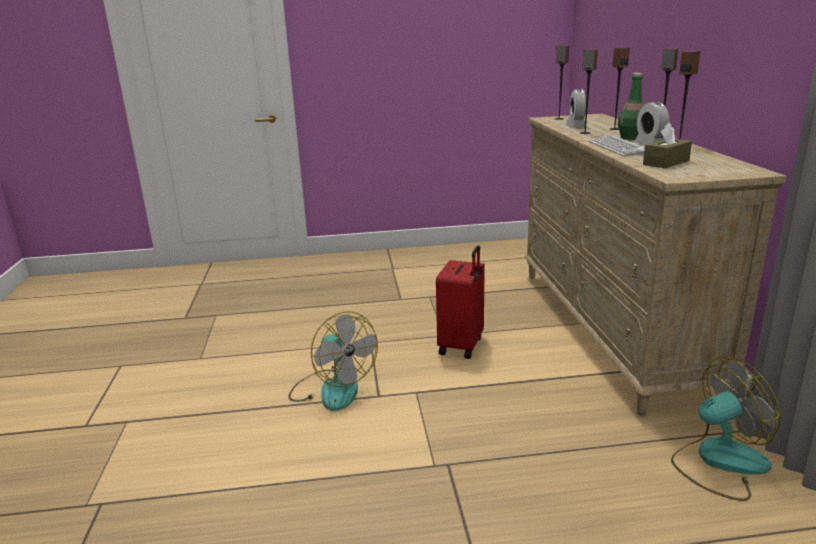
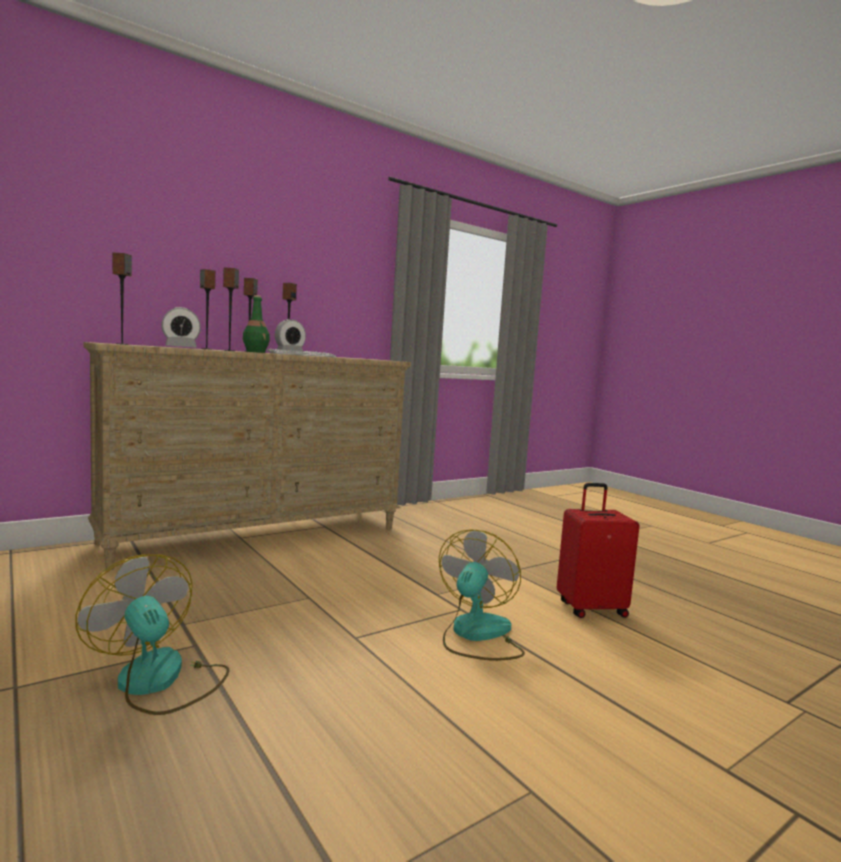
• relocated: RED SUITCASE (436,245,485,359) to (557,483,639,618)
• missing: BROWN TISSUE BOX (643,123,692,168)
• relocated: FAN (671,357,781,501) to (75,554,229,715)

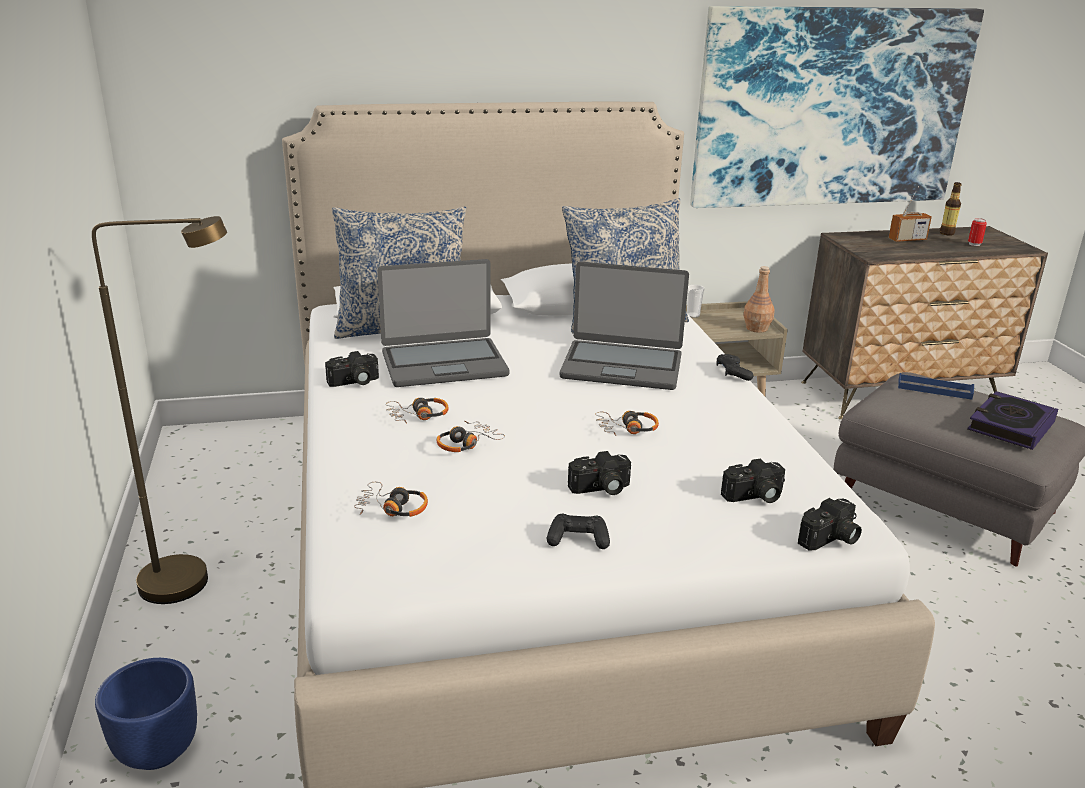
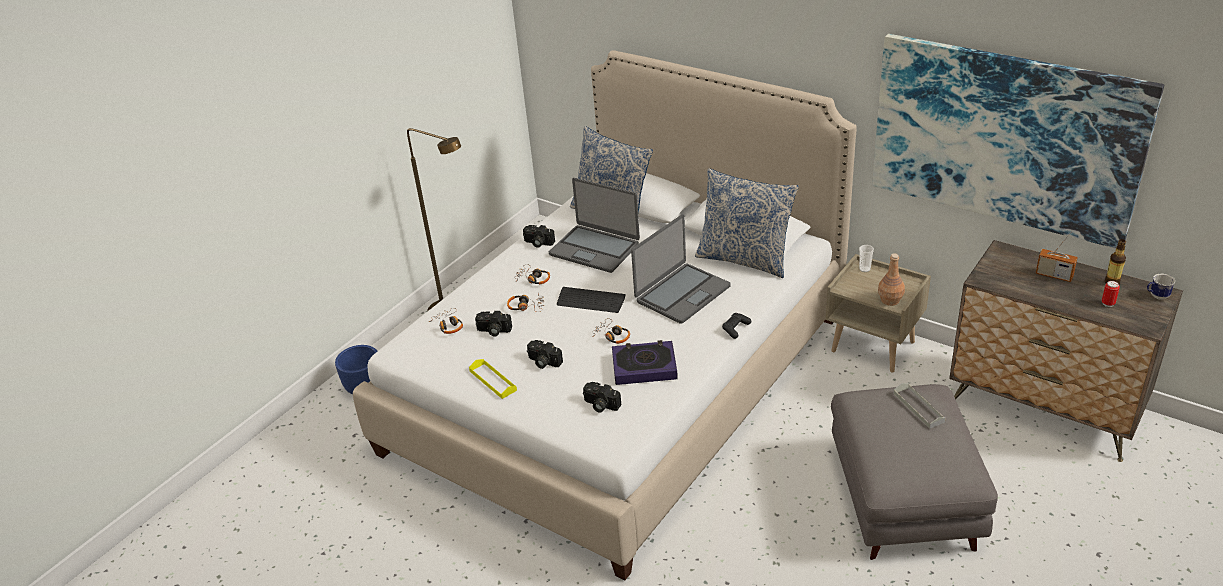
• exchanged: BLACK GAME CONTROLLER (547,514,610,549) to YELLOW TRAY (469,359,517,399)
• spun: LAPTOP (560,262,689,390) = (631,214,731,324) 105 degrees counterclockwise
• relocated: PHOTO CAMERA (798,498,862,551) to (475,311,512,337)
• colour: BLUE TRAY (898,373,974,400) to GREY TRAY (893,383,946,429)
• relocated: BOOK (967,391,1058,450) to (612,340,678,385)
• appeared: KEYBOARD (557,287,626,313)
• appeared: MUG (1147,274,1175,300)

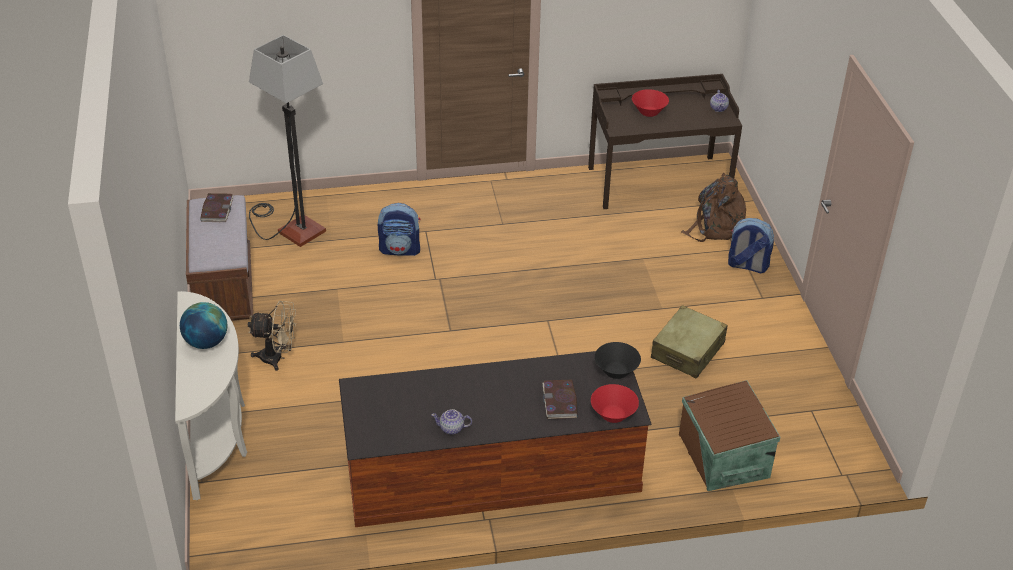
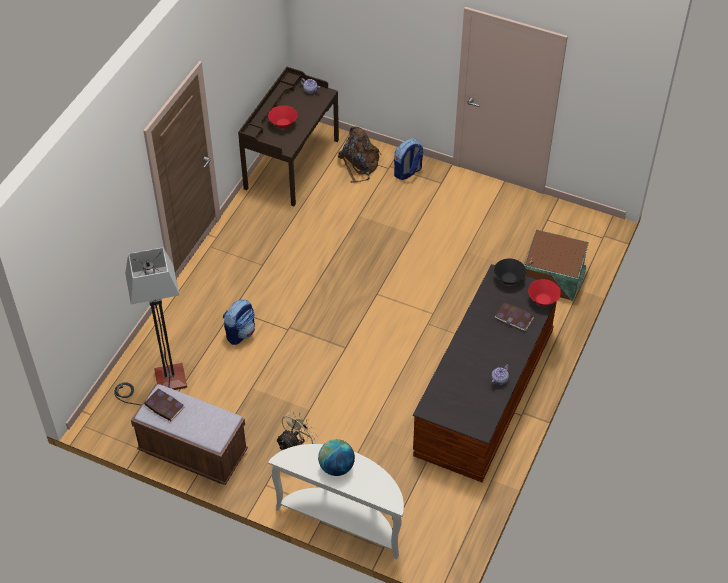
• missing: BEIGE SUITCASE (651,305,728,379)

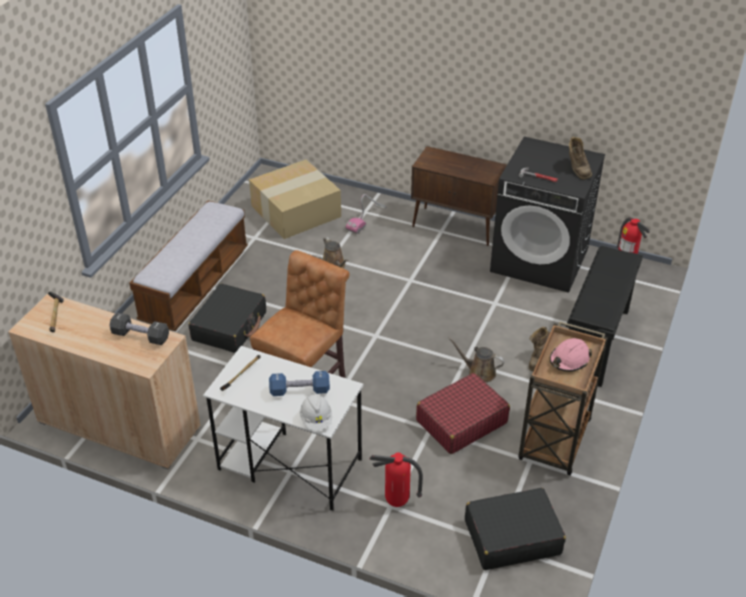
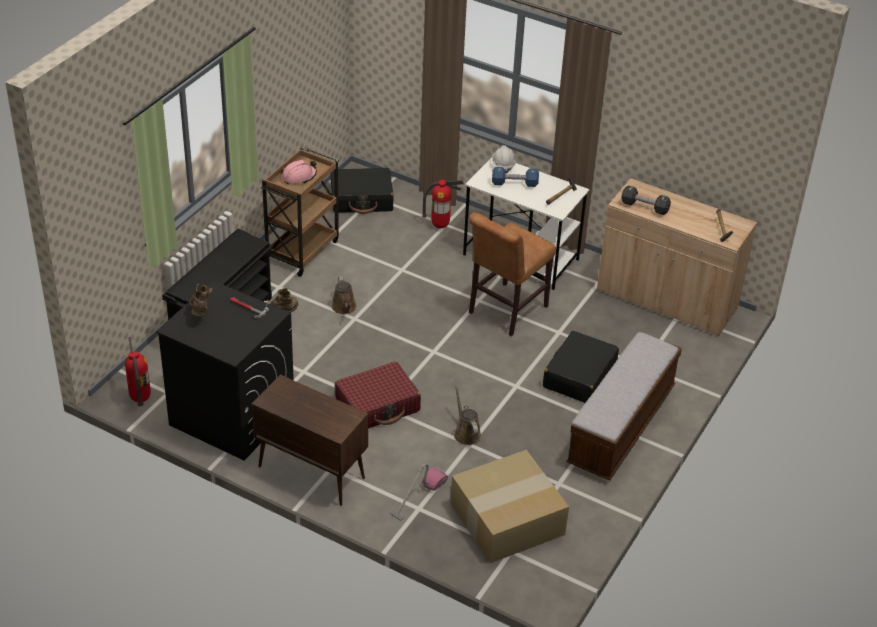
• relocated: RED SUITCASE (416,373,510,454) to (335,361,421,428)
• spun: BROWN WATERING CAN (448,337,505,383) = (331,276,356,314) 45 degrees clockwise

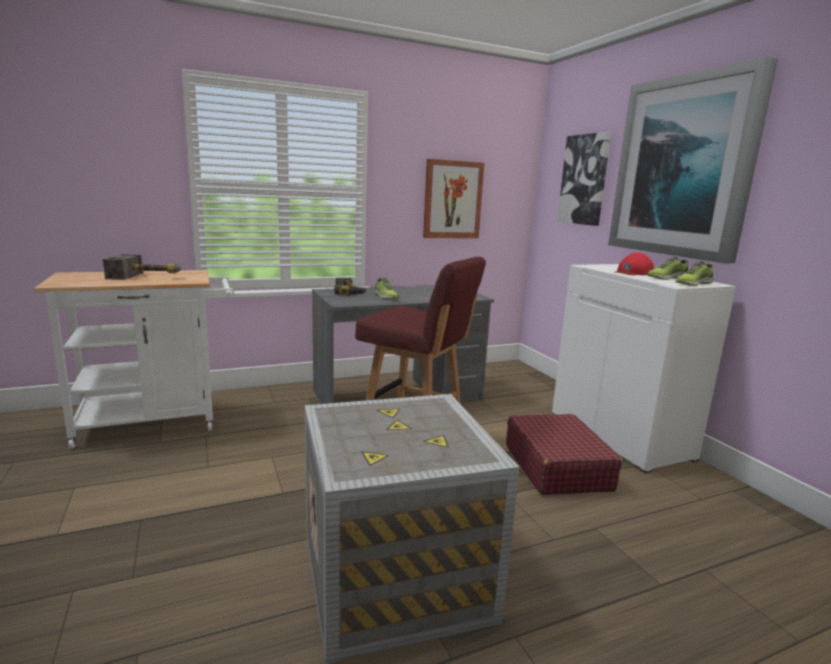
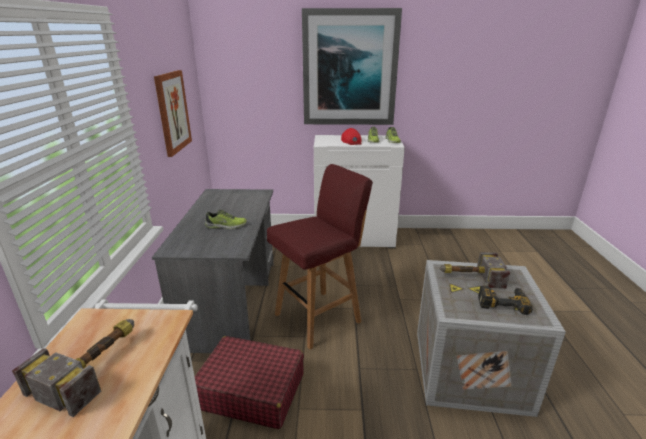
• relocated: POWER DRILL (334,278,367,295) to (478,285,533,315)
• relocated: RED SUITCASE (506,414,622,495) to (195,336,304,429)
• missing: PICTURE (557,132,611,226)
• appeared: HAMMER (439,252,510,288)

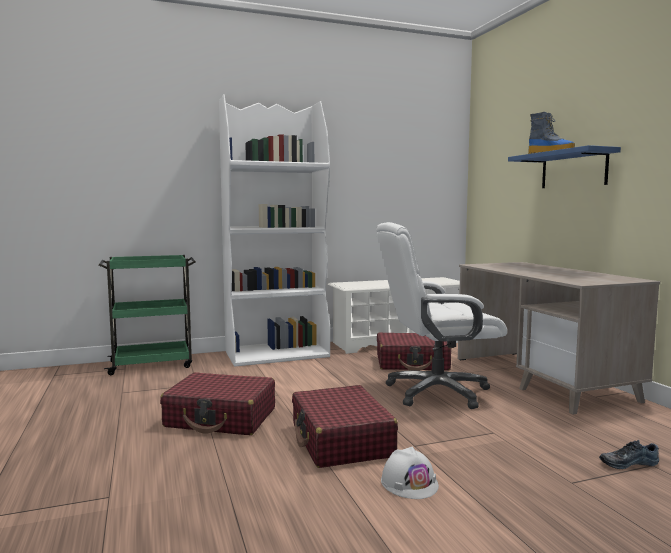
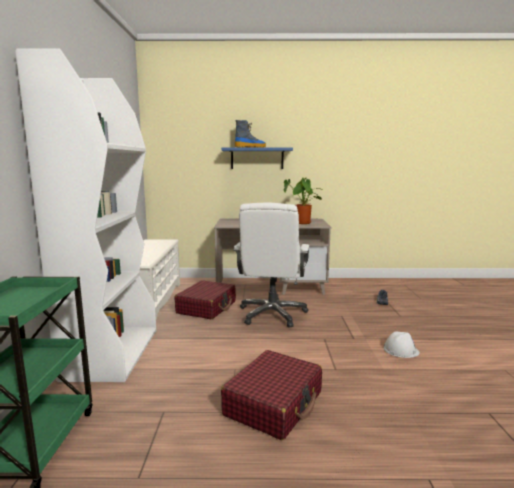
• missing: RED SUITCASE (292,385,398,468)
• appeared: POTTED PLANT (284,178,322,224)

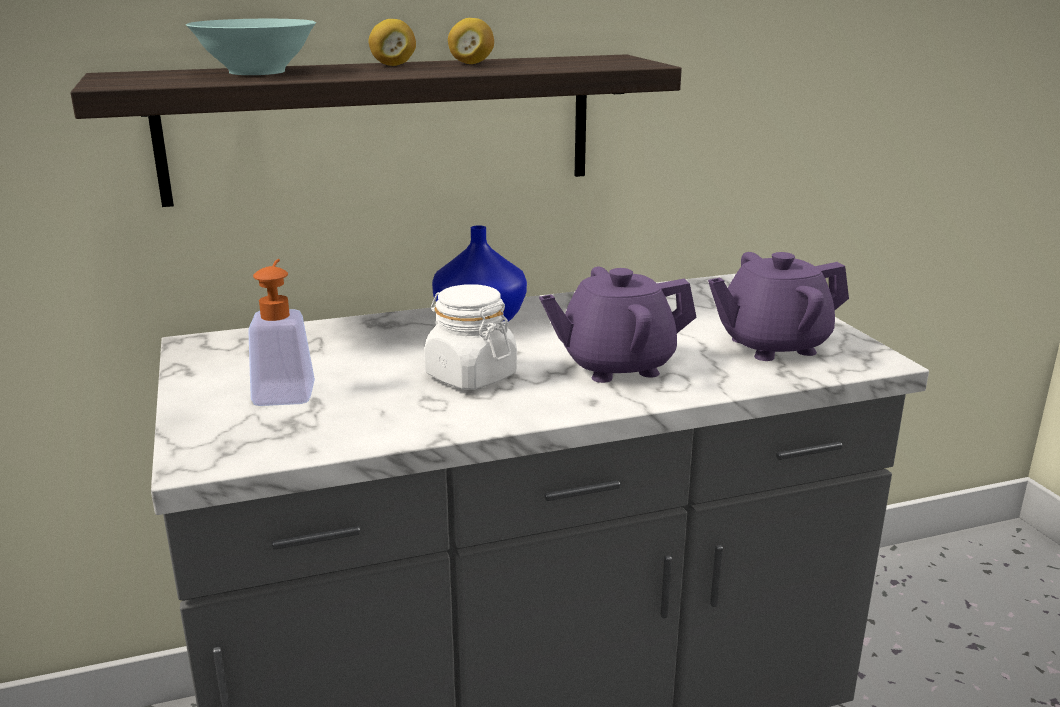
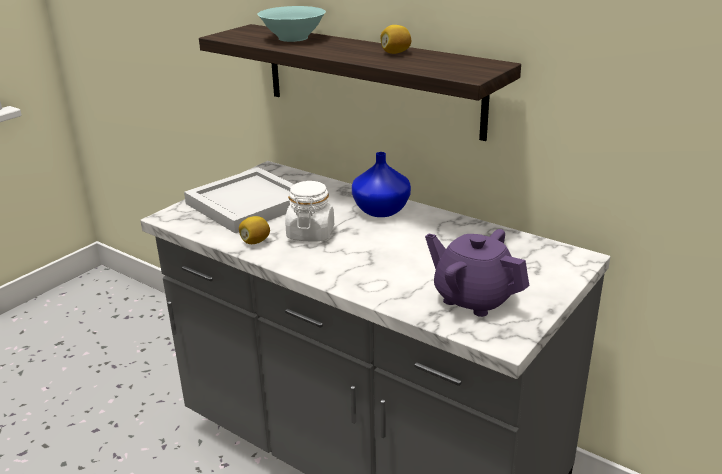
• exchanged: SOAP DISPENSER (248,259,315,406) to WHITE TRAY (184,167,294,233)
• relocated: LEMON (368,19,416,66) to (239,216,270,244)
• missing: PURPLE TEAPOT (539,267,697,383)

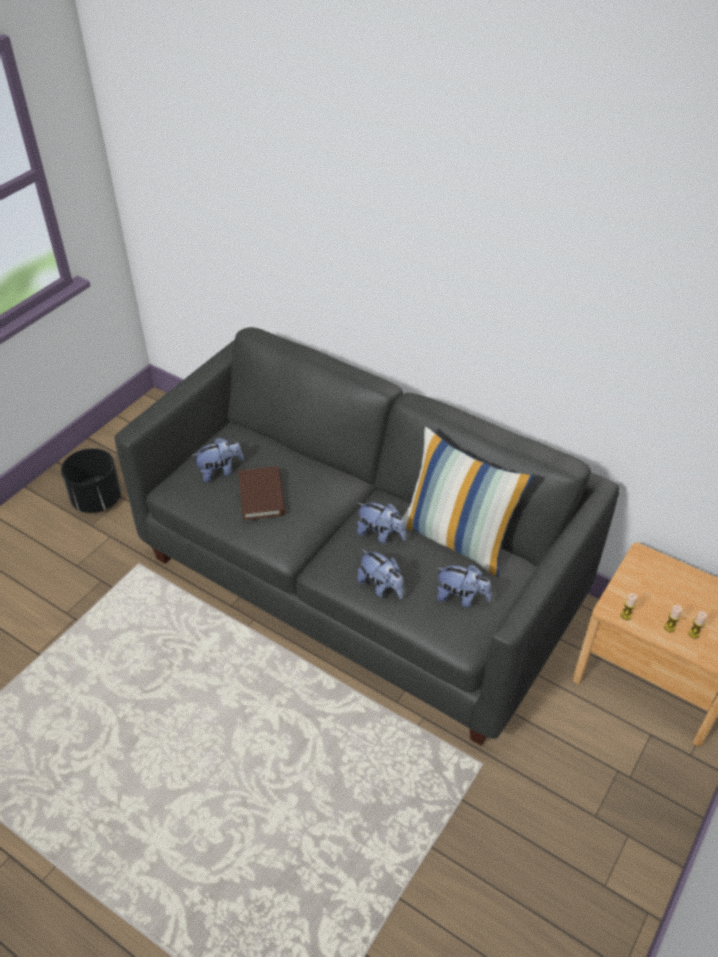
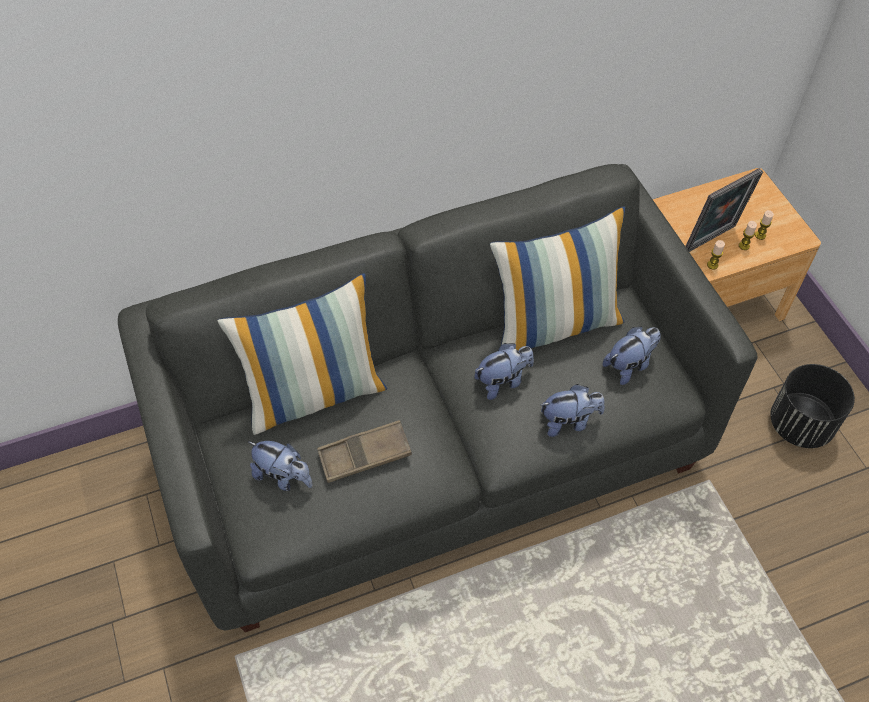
• relocated: BLACK PLANTER (61,448,121,513) to (770,364,855,448)
• spun: PLUSH TOY (192,437,244,482) = (248,441,313,491) 105 degrees clockwise
• exchanged: BROWN BOOK (238,466,286,520) to BROWN TRAY (317,420,412,483)
• appeared: PILLOW (217,273,387,435)
• appeared: PICTURE FRAME (685,168,763,252)

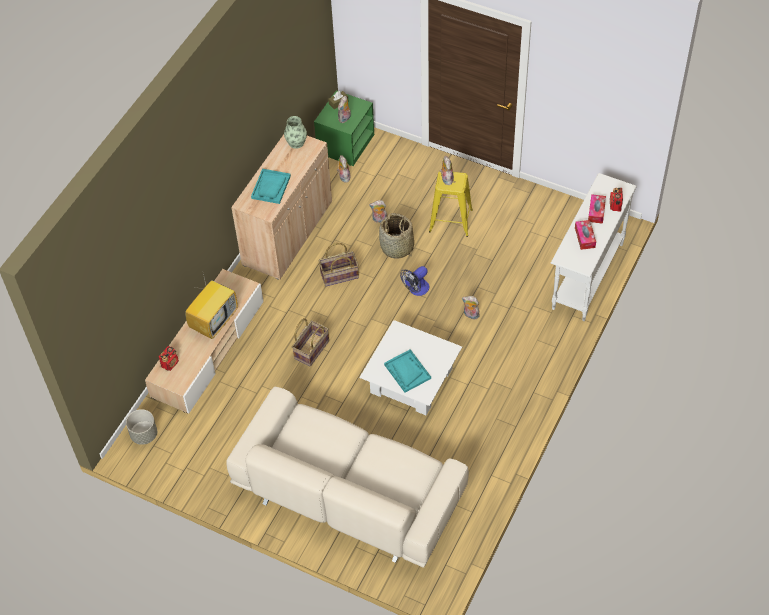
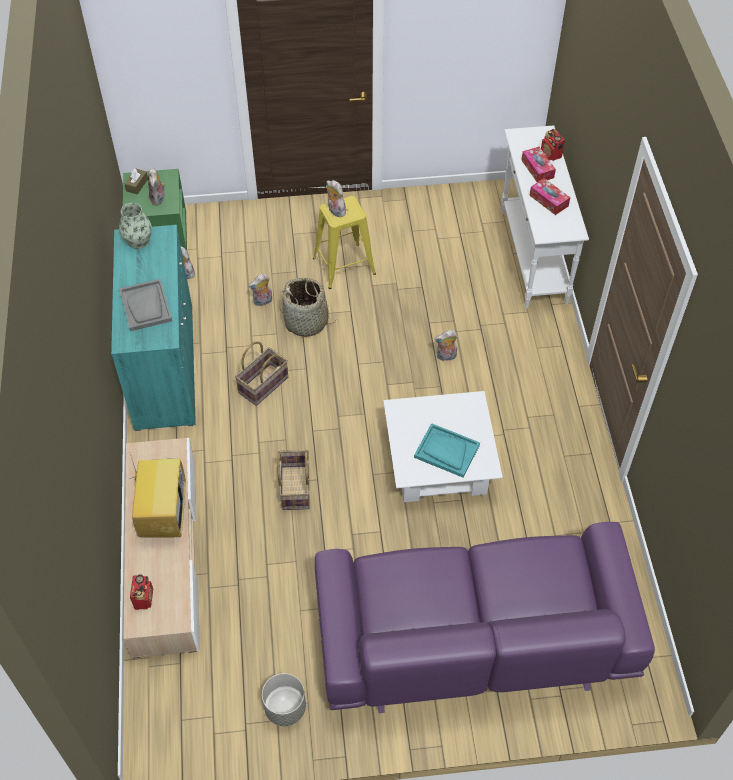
• relocated: GREY PLANTER (126,409,157,445) to (262,673,306,726)
• colour: BEIGE SOFA (226,387,469,568) to PURPLE SOFA (315,522,655,713)
• colour: BEIGE CABINET (231,135,332,280) to TURQUOISE CABINET (111,225,196,431)
• colour: TURQUOISE TRAY (251,169,291,204) to GREY TRAY (119,279,172,331)
• missing: FAN (400,266,429,296)

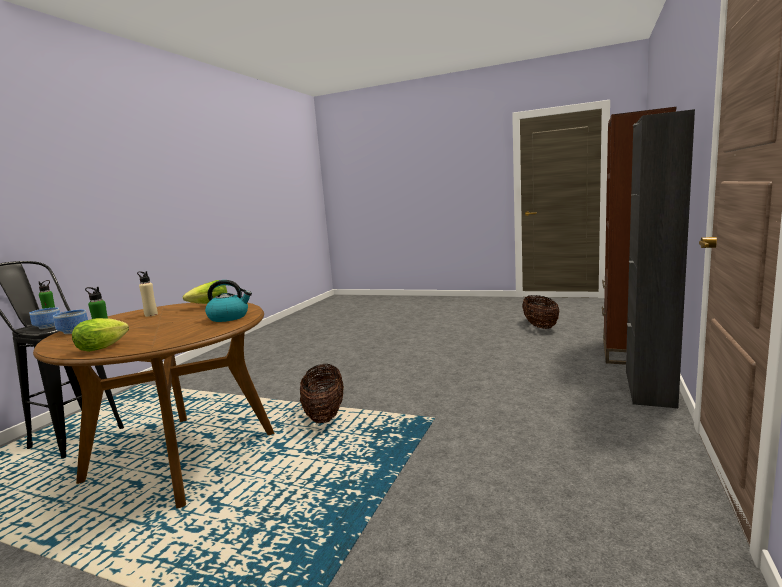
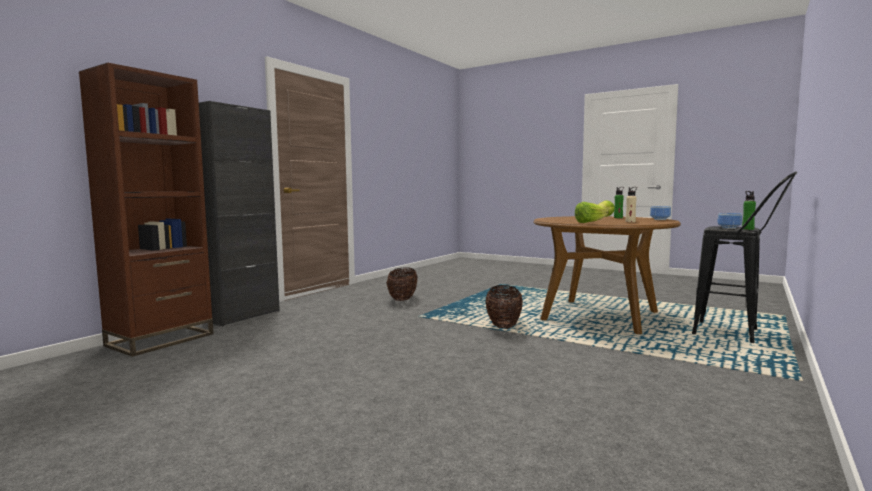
• missing: KETTLE (205,280,252,322)
• relocated: BASKET (522,295,559,329) to (387,267,417,301)

